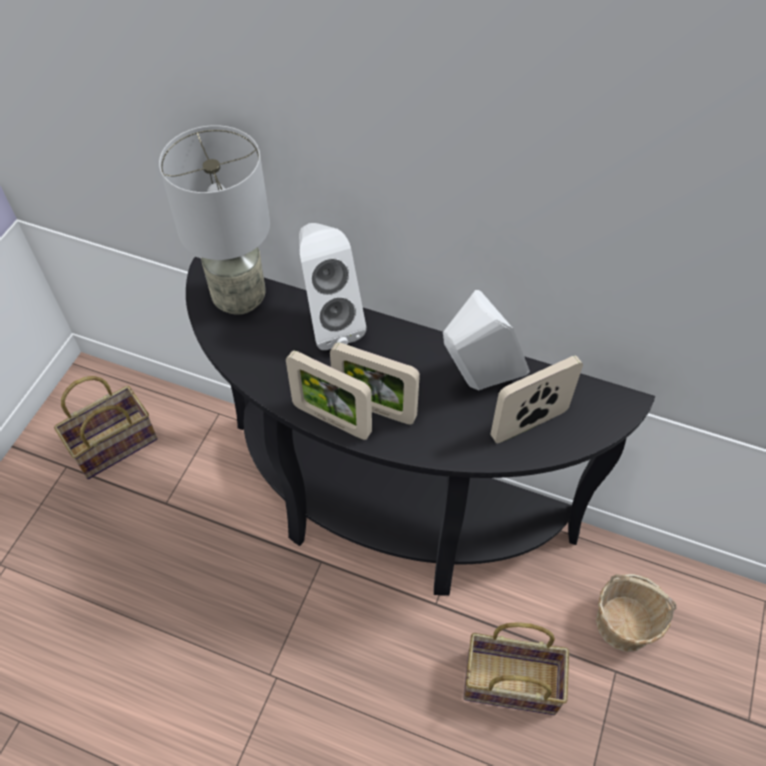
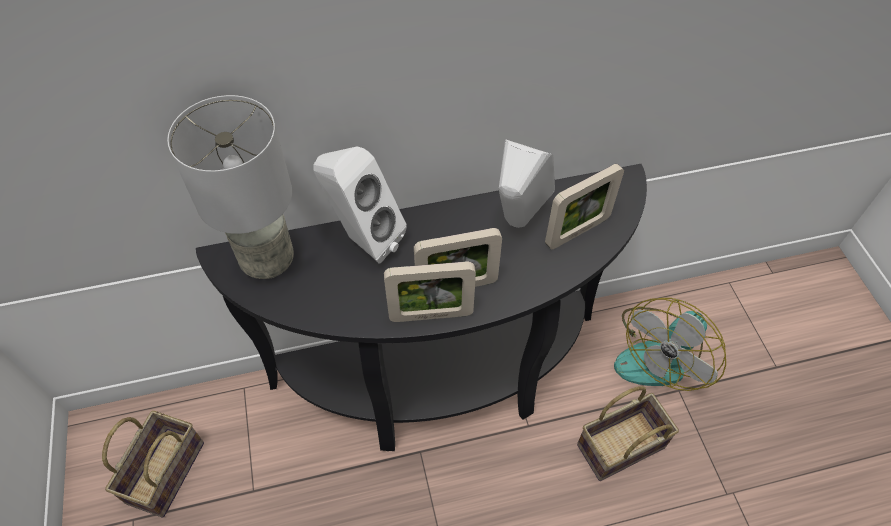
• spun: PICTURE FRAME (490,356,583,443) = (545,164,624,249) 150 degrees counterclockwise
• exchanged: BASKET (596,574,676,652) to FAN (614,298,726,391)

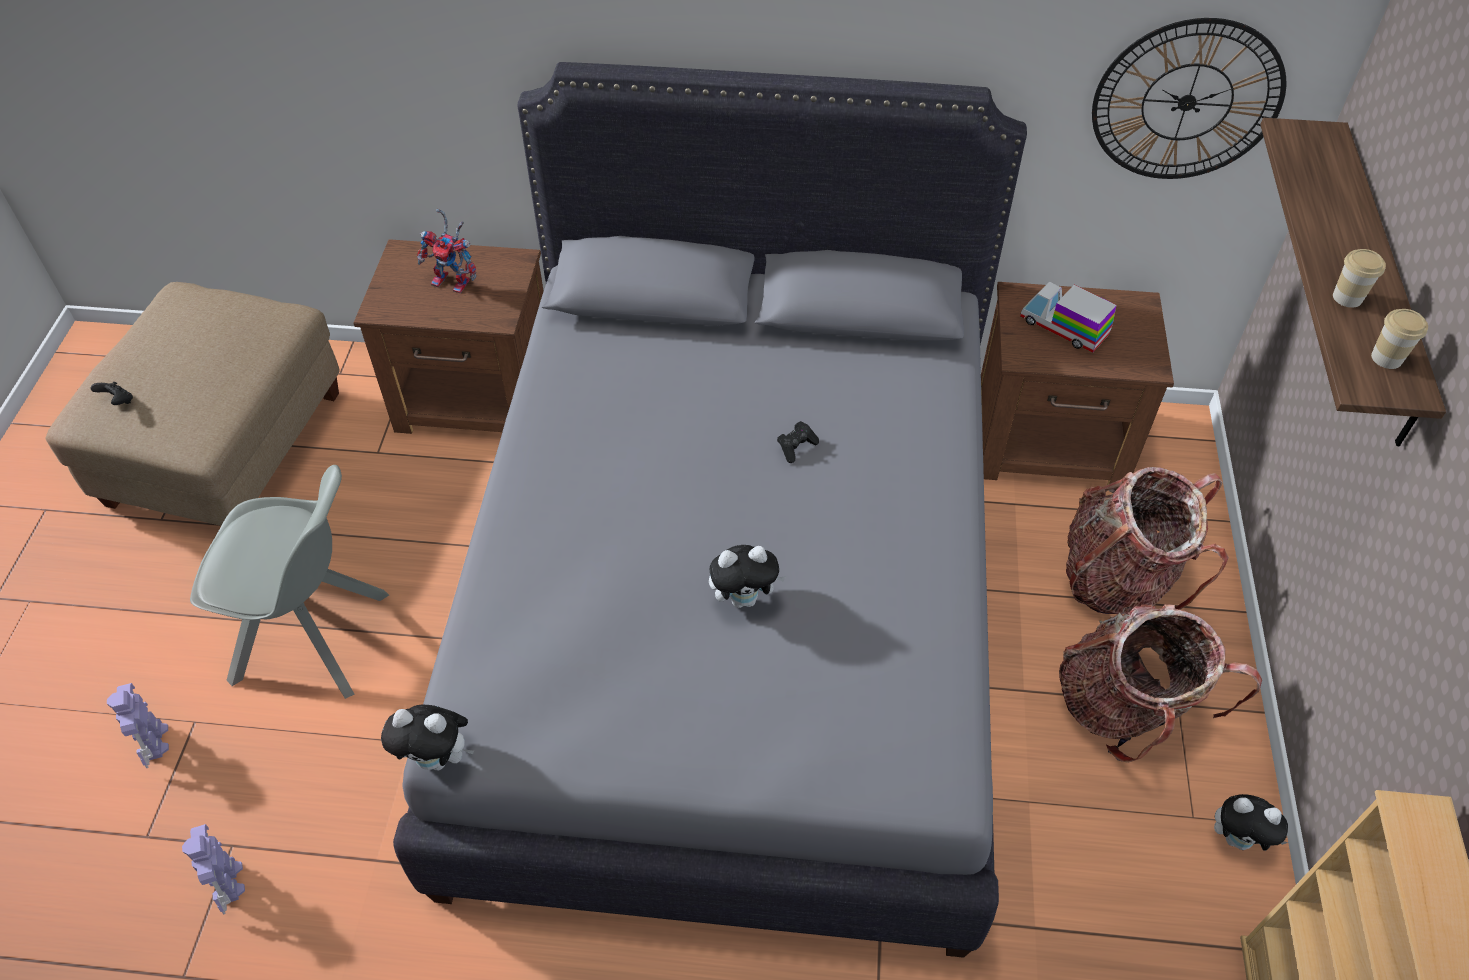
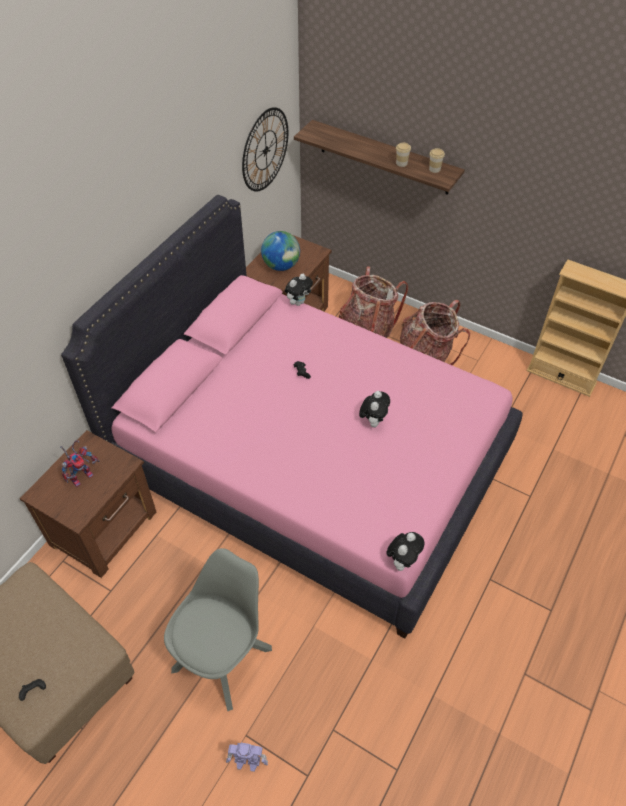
• missing: TOY ROBOT (182,824,245,915)
• colour: GREY BED (393,62,1027,958) to PINK BED (61,195,523,639)
• exchanged: TOY TRUCK (1020,281,1116,353) to GLOBE (261,231,300,271)
• relocated: PLUSH TOY (1214,794,1288,851) to (285,274,313,306)

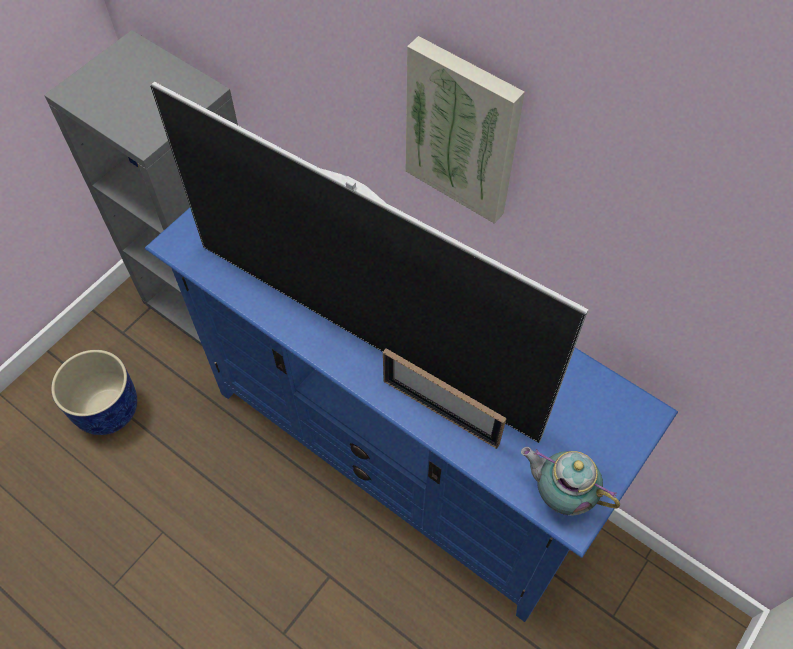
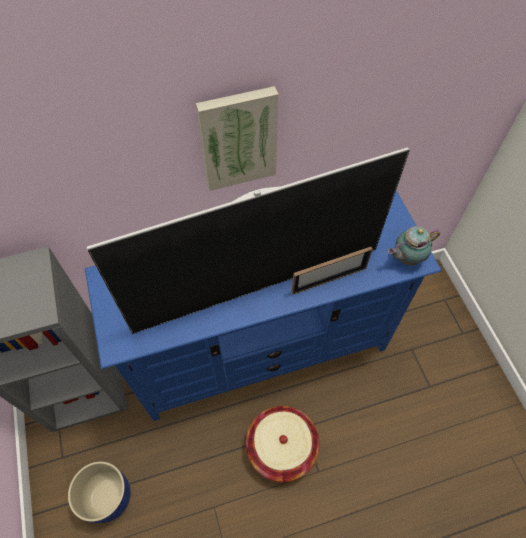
• appeared: BASKET (246,406,319,483)

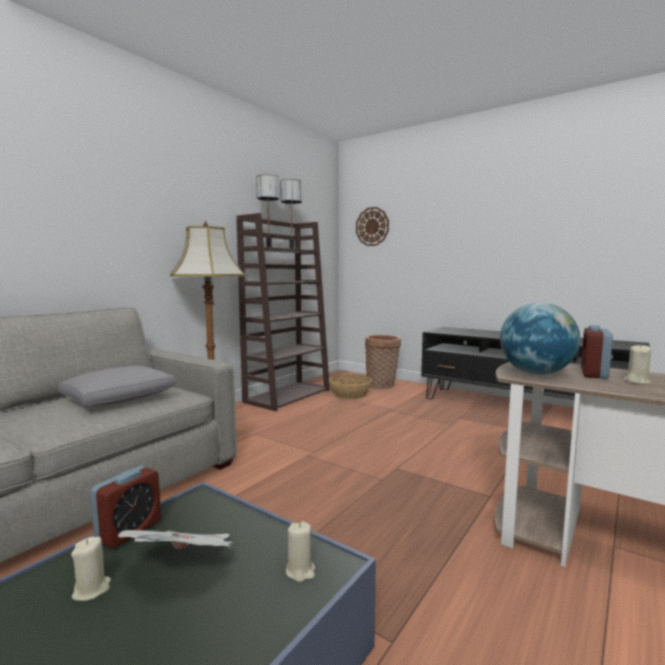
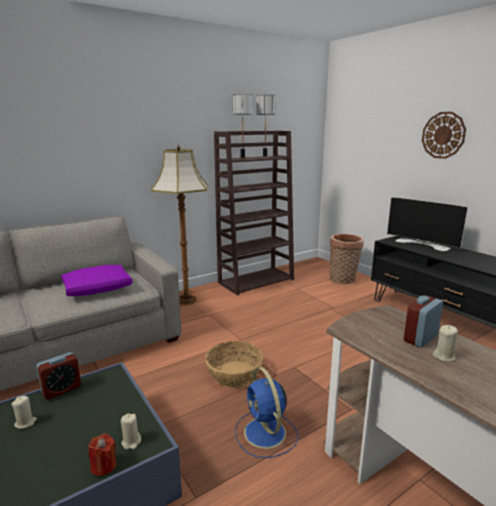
• colour: GREY PILLOW (58,366,176,406) to PURPLE PILLOW (61,265,132,296)
• missing: NEWSPAPER (118,530,233,549)
• relocated: BASKET (329,374,372,399) to (205,341,263,388)
• relocated: WALL CLOCK (356,207,389,246) to (422,112,466,159)
• missing: GLOBE (500,302,580,375)
• appeared: RED CANDLE (88,433,117,476)
• appeared: BLUE FAN (235,367,298,458)
• appeared: TELEVISION (387,197,468,251)

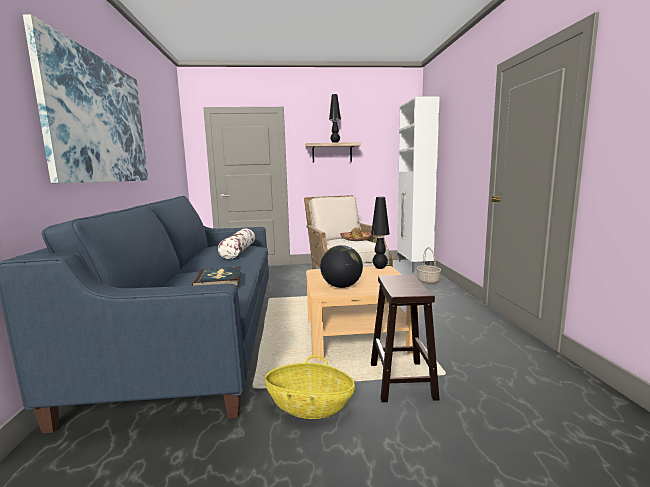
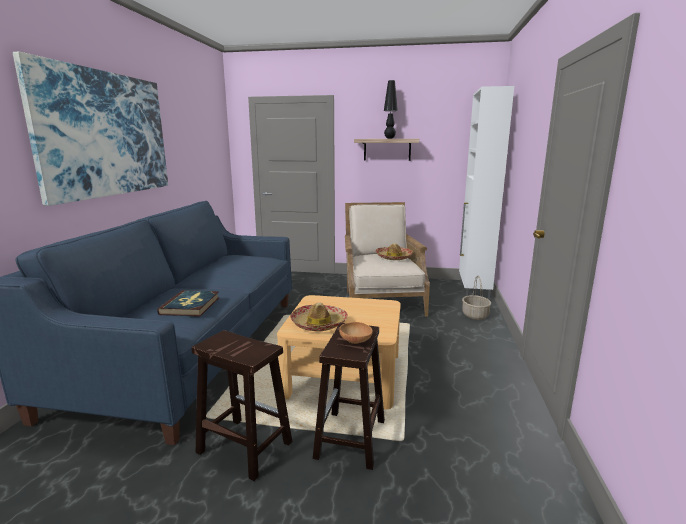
• missing: PILLOW (218,228,255,259)
• exchanged: BASKET (265,355,355,419) to BROWN STOOL (192,330,292,481)
• exchanged: GLOBE (320,245,363,288) to HAT (290,303,348,331)
• missing: BLACK TABLE LAMP (371,197,390,269)
• appeared: BROWN BOWL (339,322,373,344)

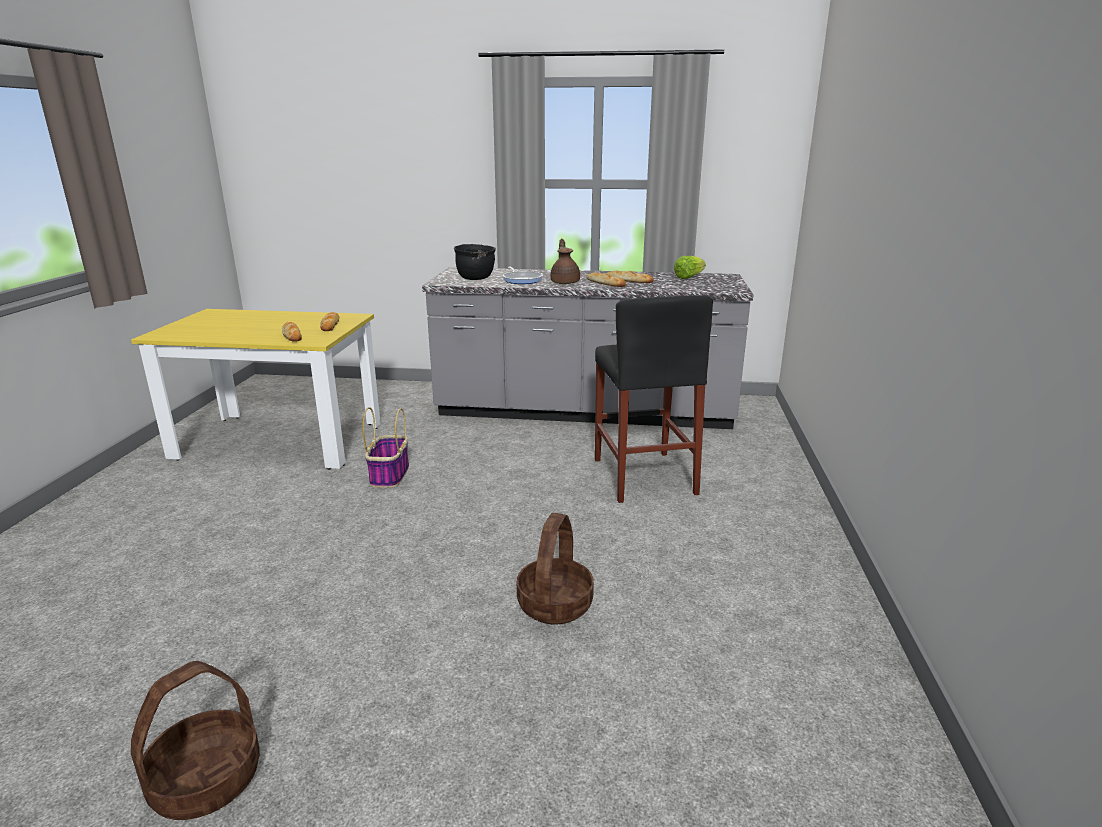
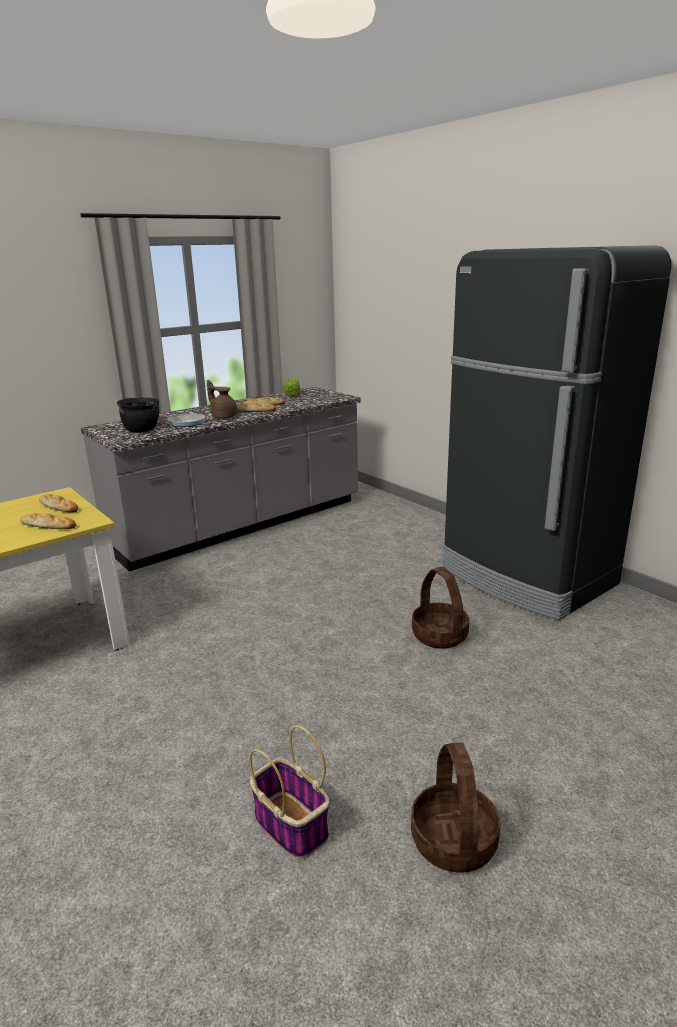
• relocated: BASKET (362,407,409,488) to (249,725,329,859)
• missing: BLACK STOOL (595,295,713,503)
• appeared: BLACK FRIDGE (443,245,671,620)

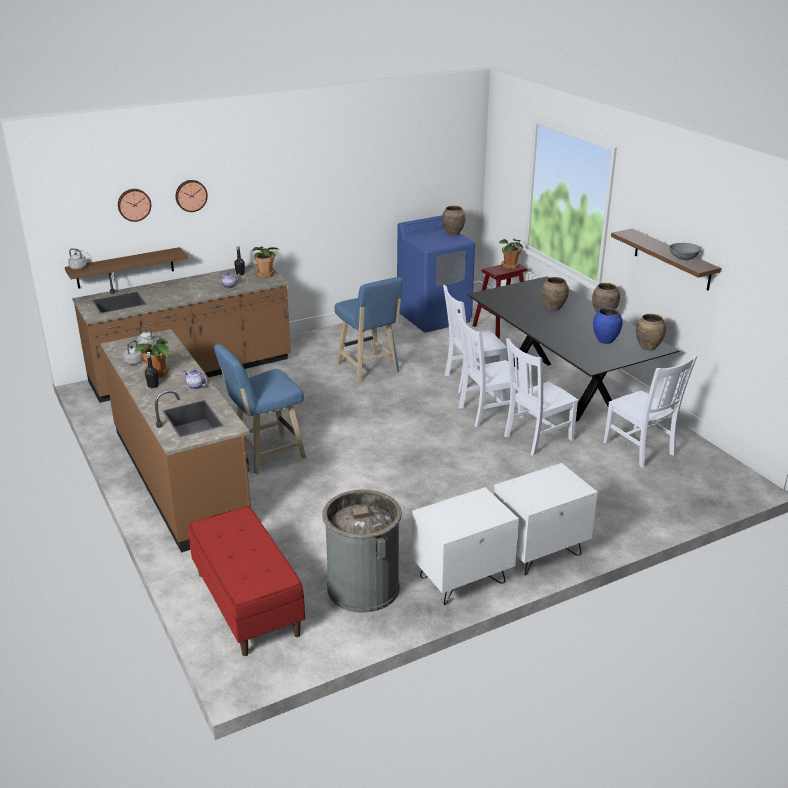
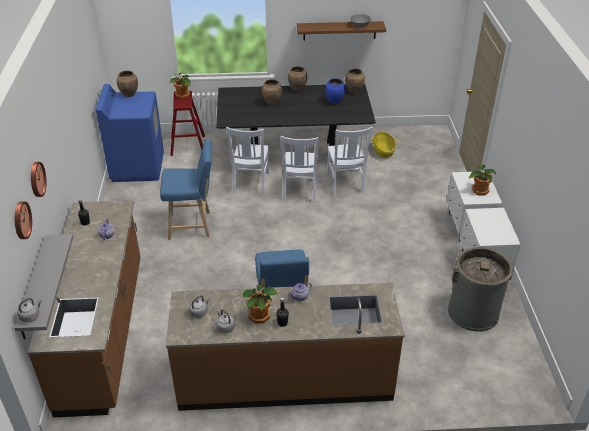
• colour: BROWN SHELF (65,247,188,289) to GREY SHELF (14,234,73,339)
• missing: RED BENCH (188,506,305,656)
• relocated: POTTED PLANT (252,247,278,278) to (469,164,496,196)
• exchanged: WHITE CHAIR (604,356,697,468) to BASKET (370,132,399,158)

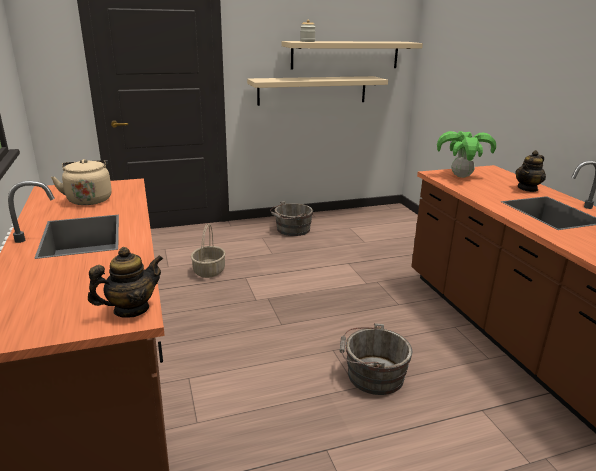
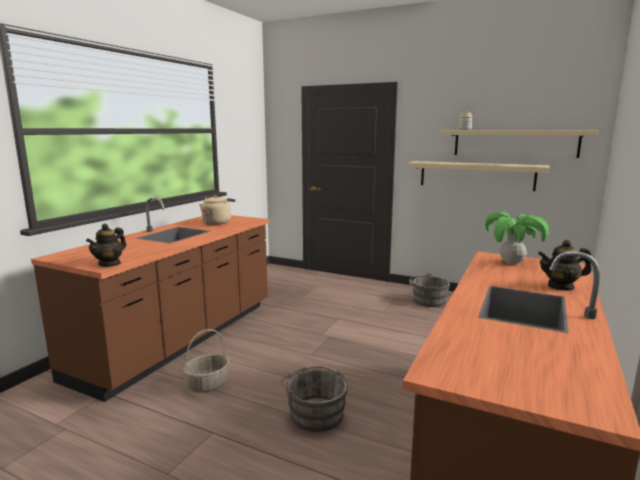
• spun: TEAPOT (88,247,163,318) = (86,224,126,267) 105 degrees clockwise
• relocated: BASKET (191,224,226,278) to (183,329,230,393)

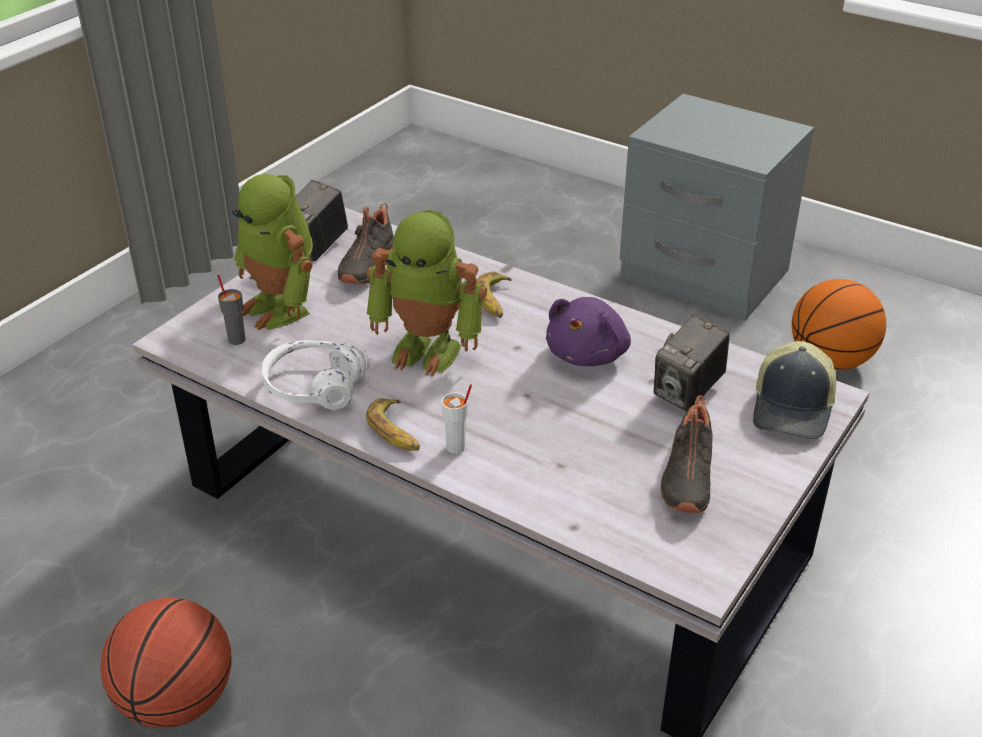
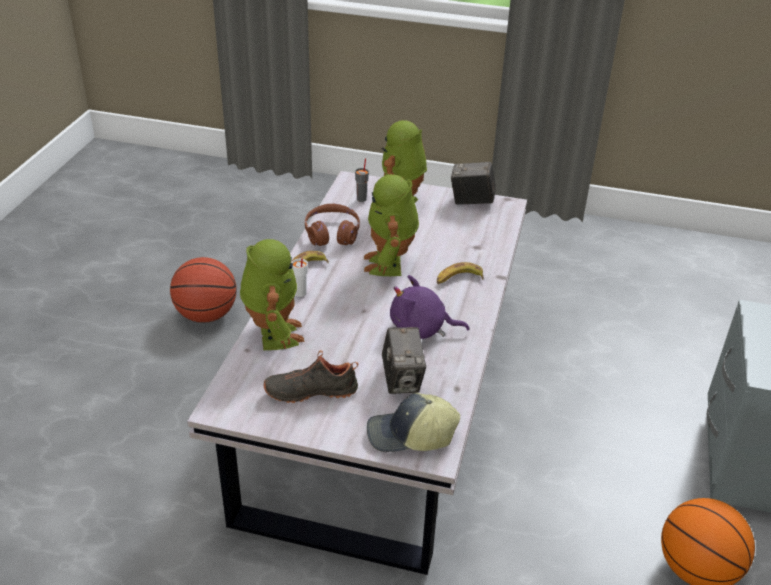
• colour: WHITE HEADPHONES (262,340,370,410) to BROWN HEADPHONES (305,204,360,246)
• missing: BLACK SHOE (338,203,394,285)
• spun: PHOTO CAMERA (654,315,730,411) = (382,327,426,394) 120 degrees counterclockwise
• appeared: TOY ROBOT (240,239,304,350)

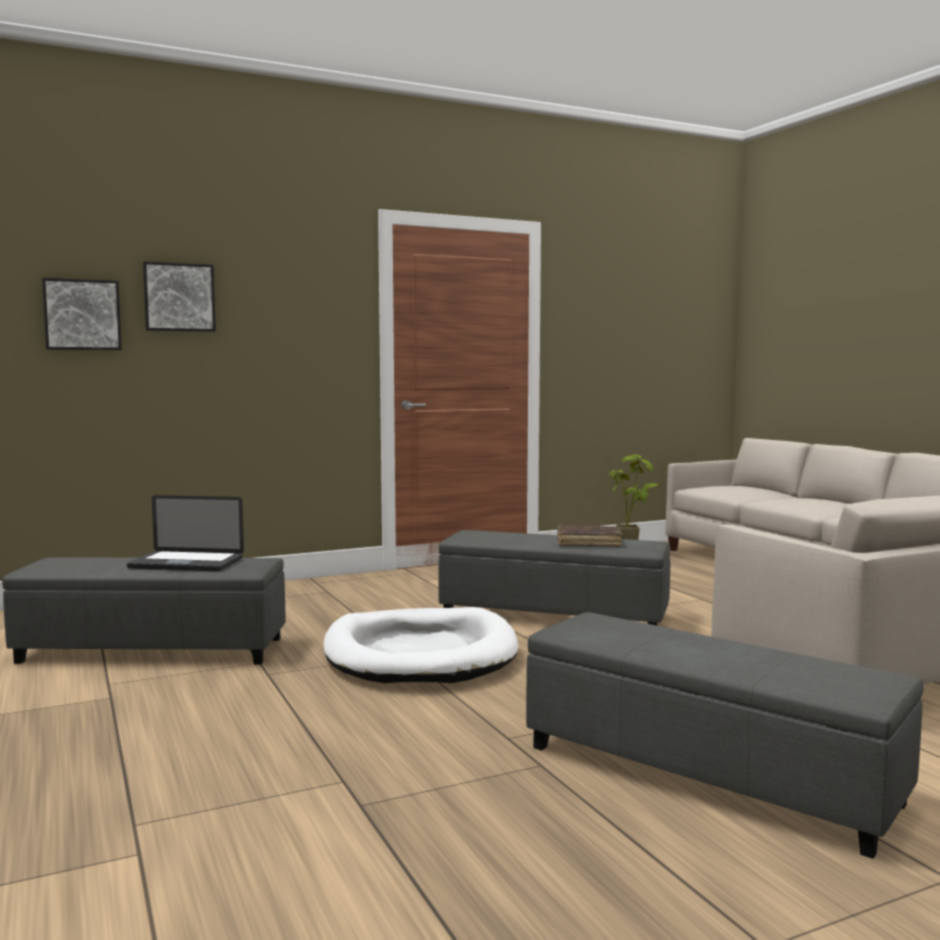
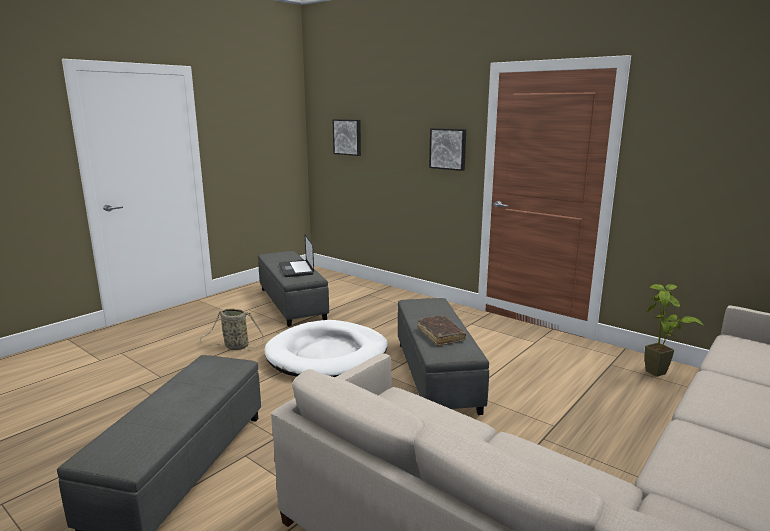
• relocated: PICTURE (143,261,216,332) to (429,128,466,171)
• appeared: BASKET (200,309,263,350)

